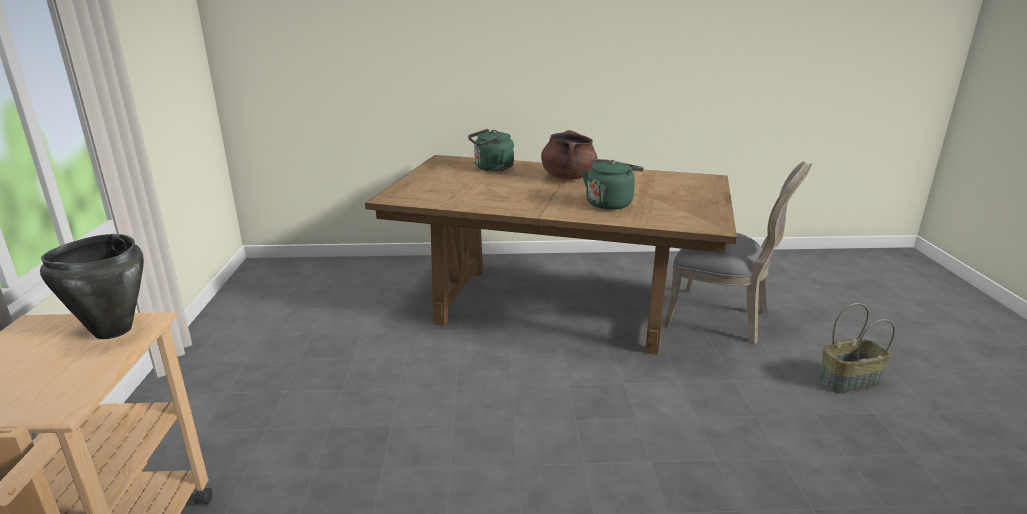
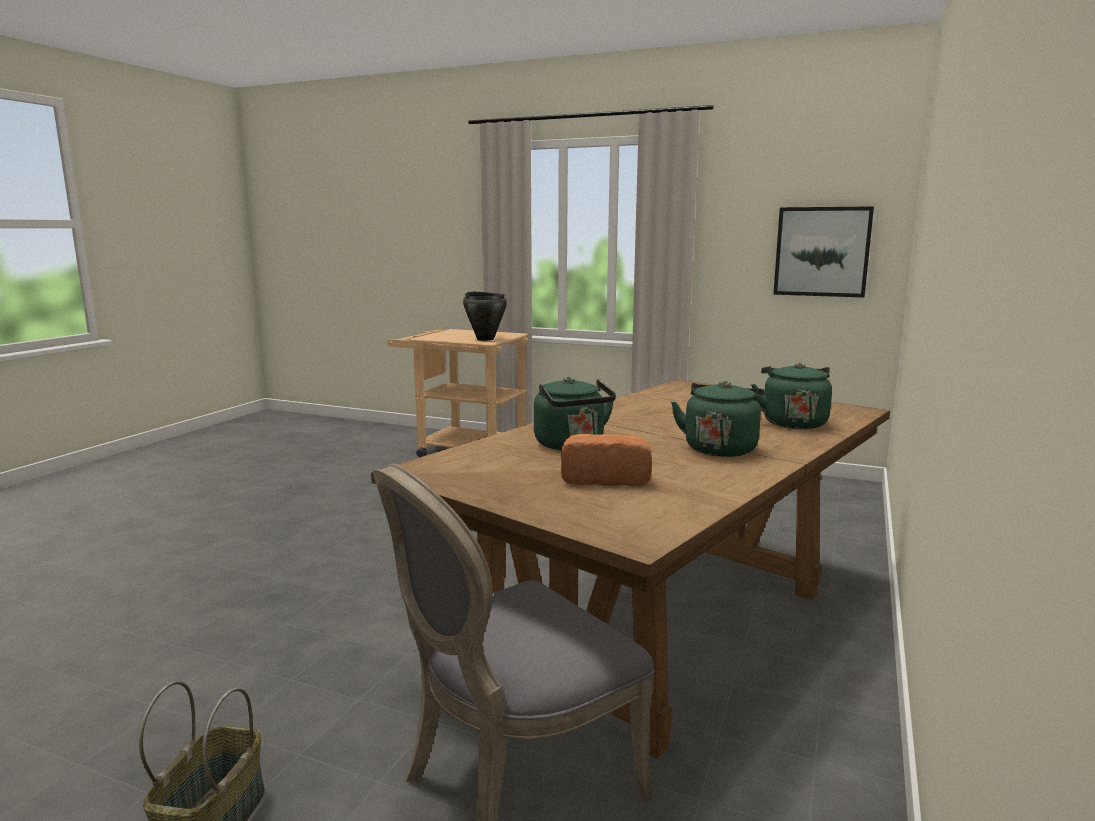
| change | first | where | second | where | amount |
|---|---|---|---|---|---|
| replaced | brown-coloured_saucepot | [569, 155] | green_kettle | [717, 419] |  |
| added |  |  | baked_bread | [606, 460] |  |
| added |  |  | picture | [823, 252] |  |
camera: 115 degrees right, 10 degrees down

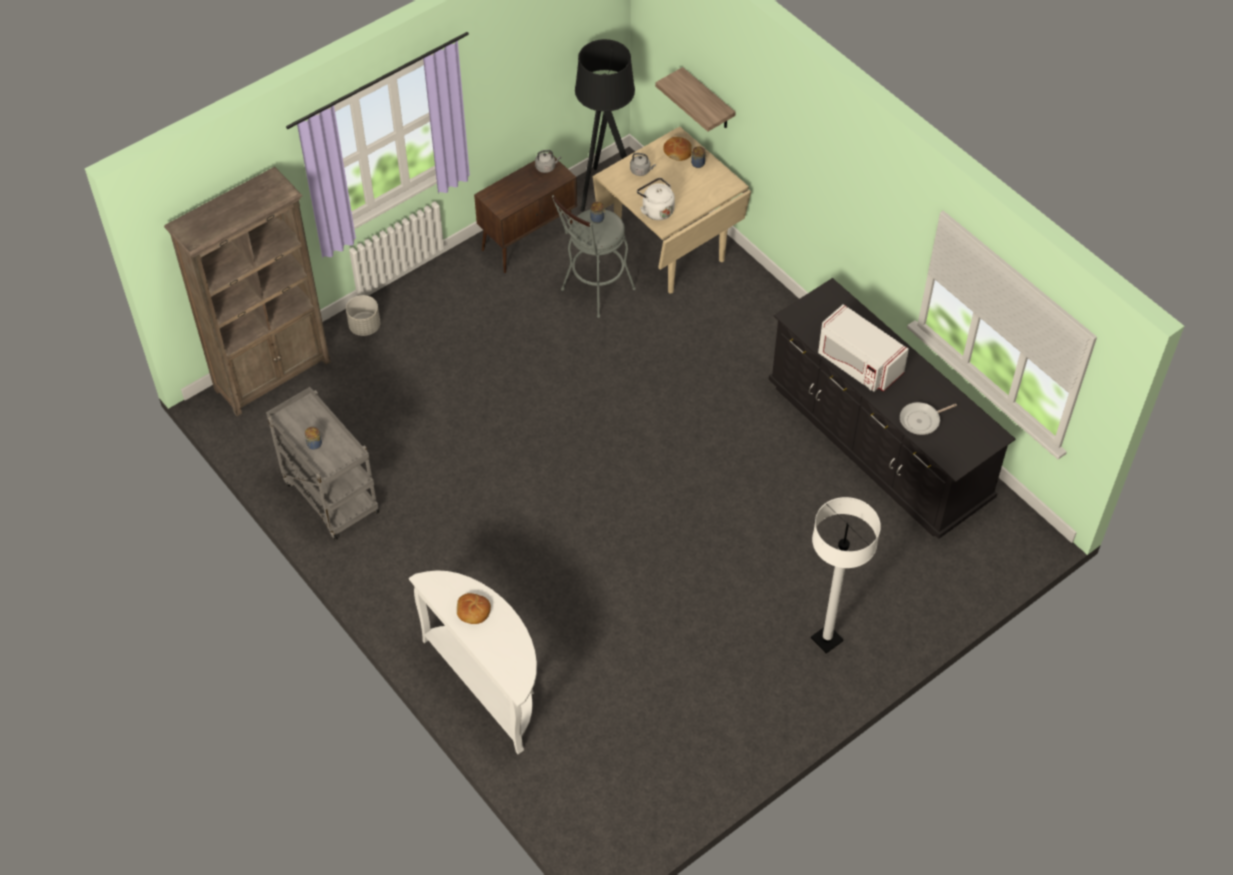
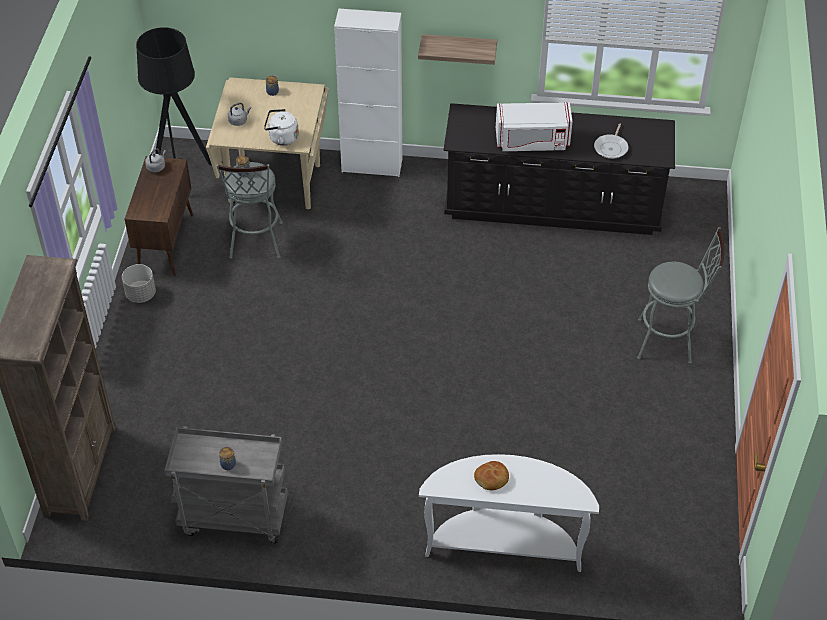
| change | first | where | second | where | amount |
|---|---|---|---|---|---|
| moved | greyish_planter | [363, 315] |  | [139, 283] |  |
| moved | wall_shelf | [695, 99] |  | [457, 49] |  |
| removed | baked_bread | [677, 149] |  |  |  |
| replaced | whitish_floor_lamp | [846, 575] | greyish_stool | [681, 295] |  |
| added |  |  | whitish_cabinet | [368, 92] |  |
camera: 45 degrees left, 5 degrees down

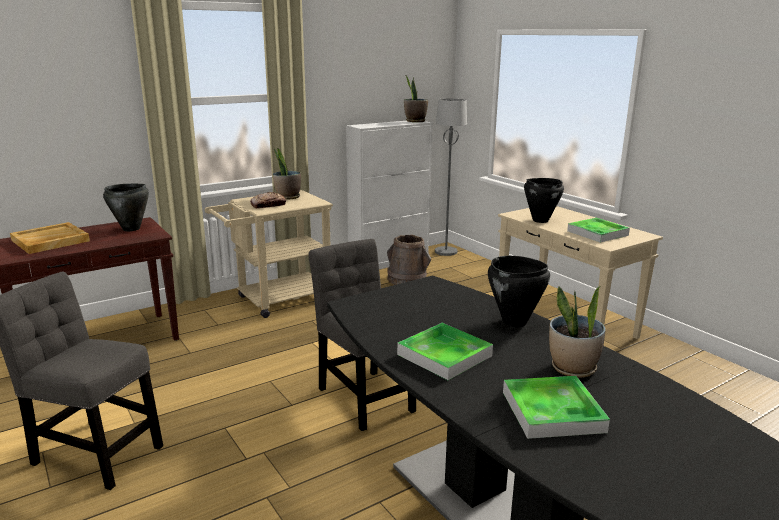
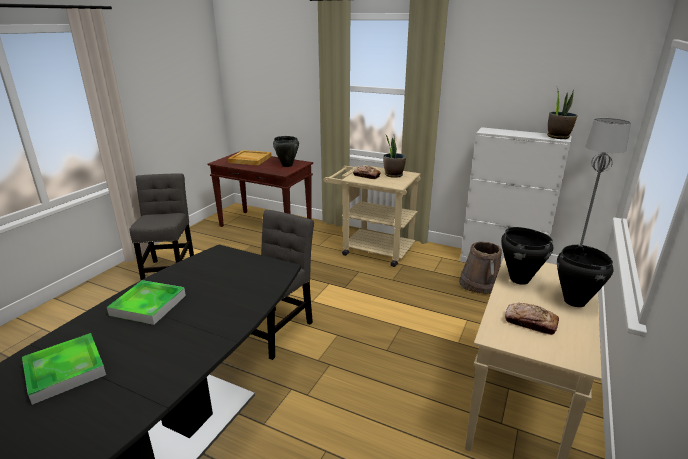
| change | first | where | second | where | amount |
|---|---|---|---|---|---|
| moved | black_saucepot | [519, 291] |  | [585, 276] |  |
| removed | plant_in_a_pot | [577, 332] |  |  |  |
| replaced | serving_tray | [598, 230] | baked_bread | [532, 319] |  |
camera: 60 degrees right, 5 degrees up

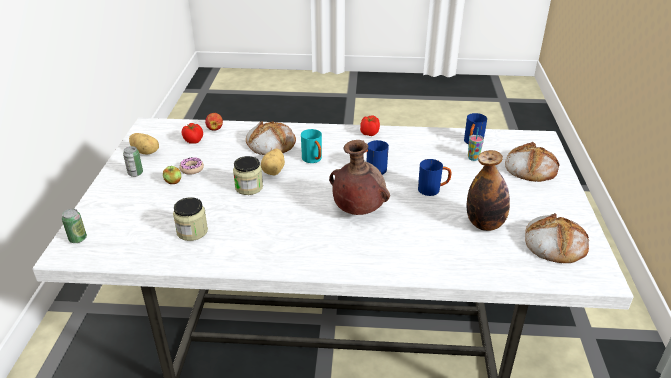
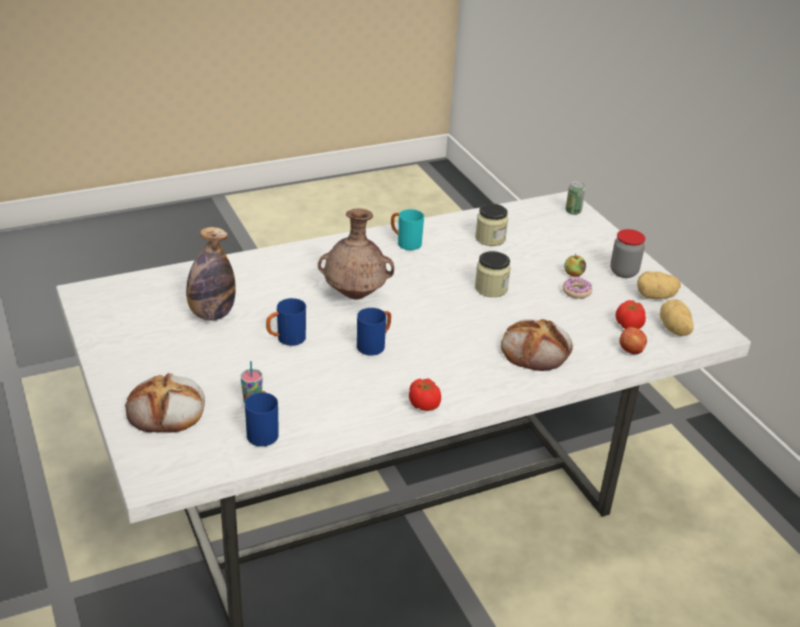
| change | first | where | second | where | amount |
|---|---|---|---|---|---|
| replaced | can | [133, 161] | preserve_jar | [627, 253] |  |
| moved | potato | [273, 162] |  | [677, 318] |  |
| moved | turquoise-coloured_tea_mug | [311, 146] |  | [407, 229] |  |
| removed | baked_bread | [557, 238] |  |  |  |
camera: 150 degrees right, 0 degrees up

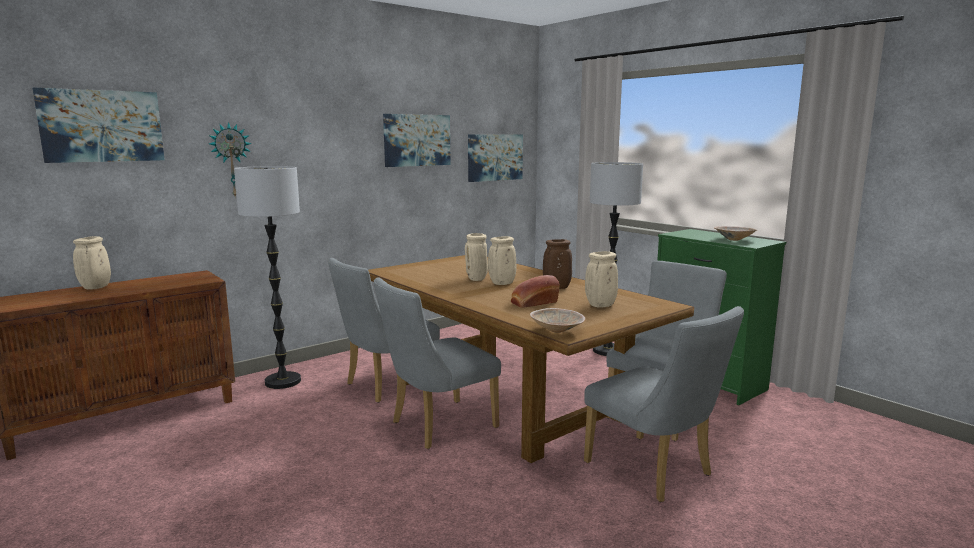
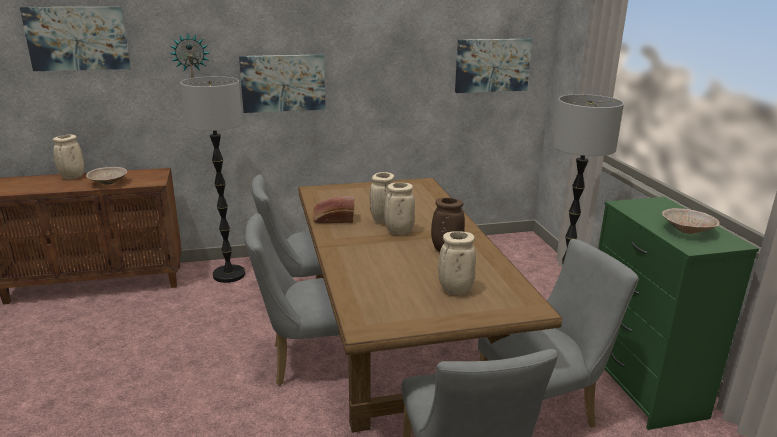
| change | first | where | second | where | amount |
|---|---|---|---|---|---|
| moved | picture | [417, 140] |  | [282, 83] |  |
| moved | baked_bread | [535, 291] |  | [333, 209] |  |
| moved | sand-coloured_serving_bowl | [557, 320] |  | [106, 176] |  |
camera: 25 degrees right, 10 degrees up

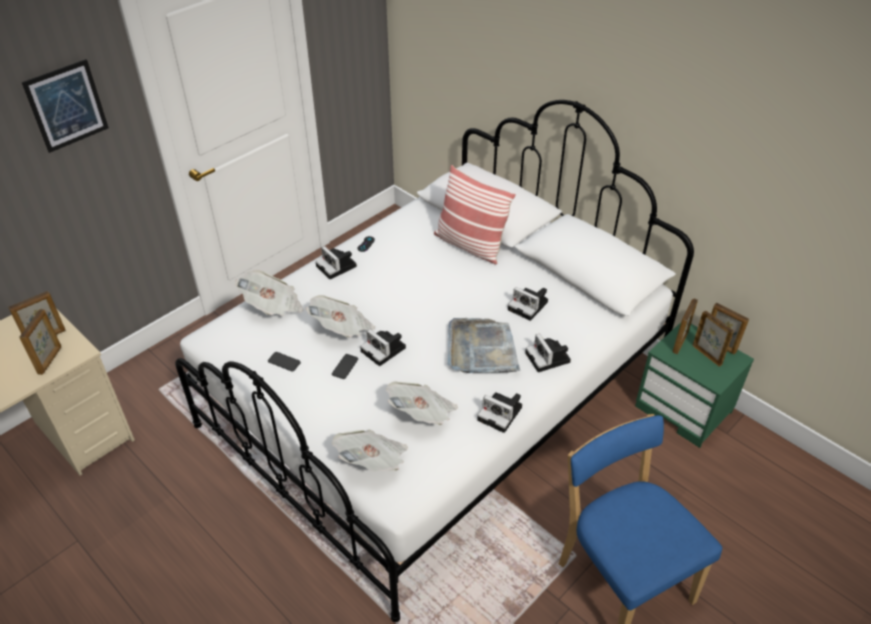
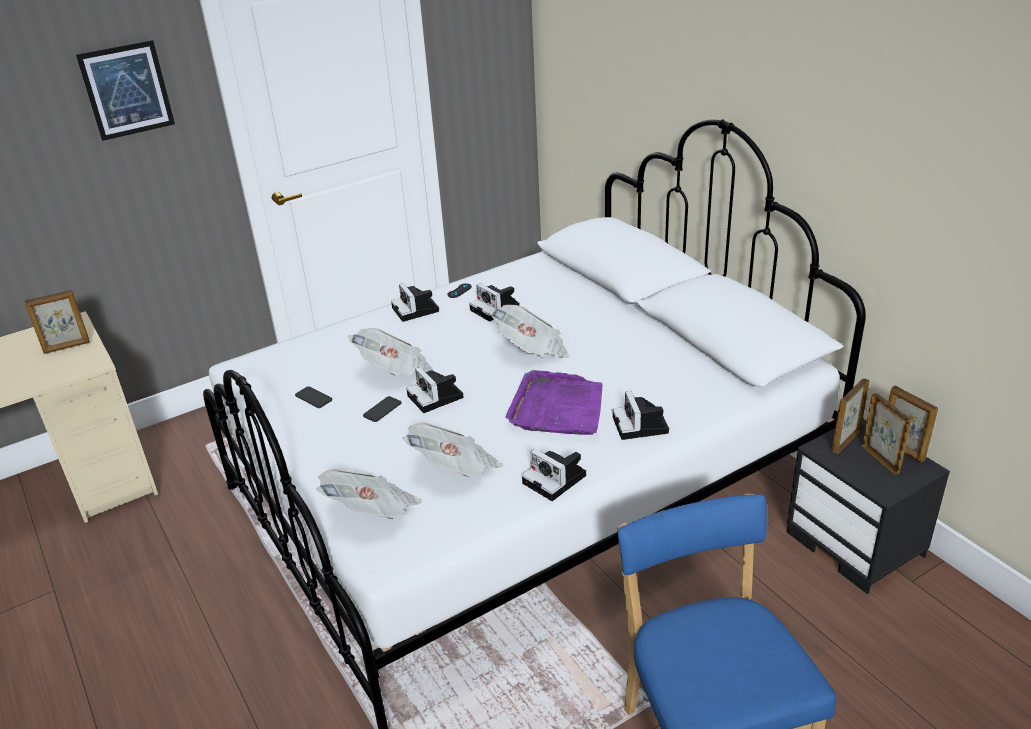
| change | first | where | second | where | amount |
|---|---|---|---|---|---|
| removed | standing_frame | [40, 342] |  |  |  |
| moved | printed_paper | [269, 293] |  | [530, 331] |  |
| removed | pillow | [474, 214] |  |  |  |
| recoloured | greyish_serving_tray | [484, 345] | purplish_serving_tray | [553, 402] |  |
| moved | still_camera | [528, 304] |  | [494, 302] |  |
| recoloured | green_bedside_table | [694, 385] | black_bedside_table | [868, 506] |  |
camera: 15 degrees right, 10 degrees down

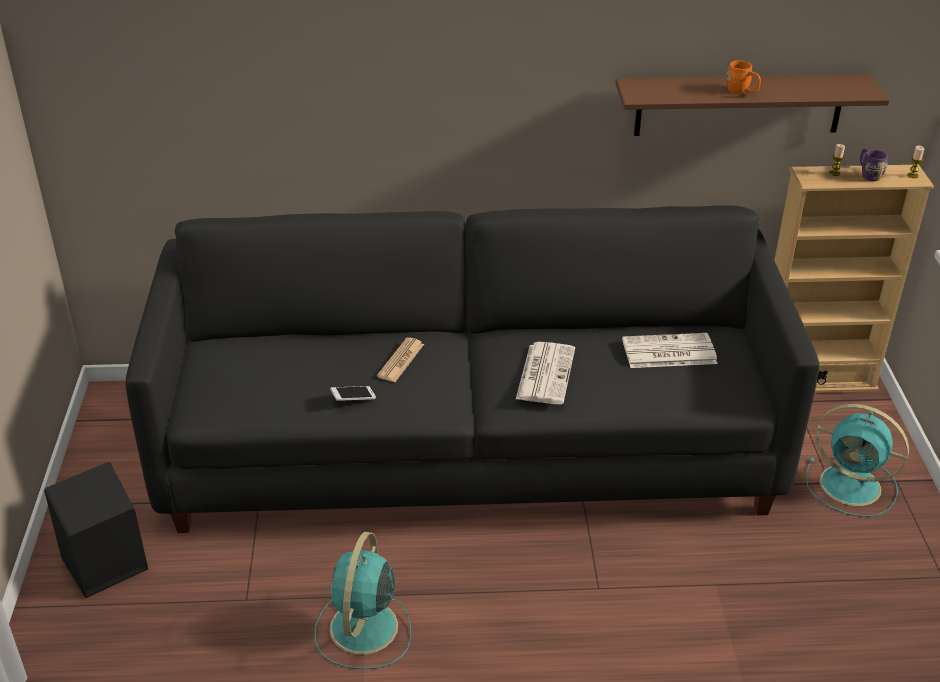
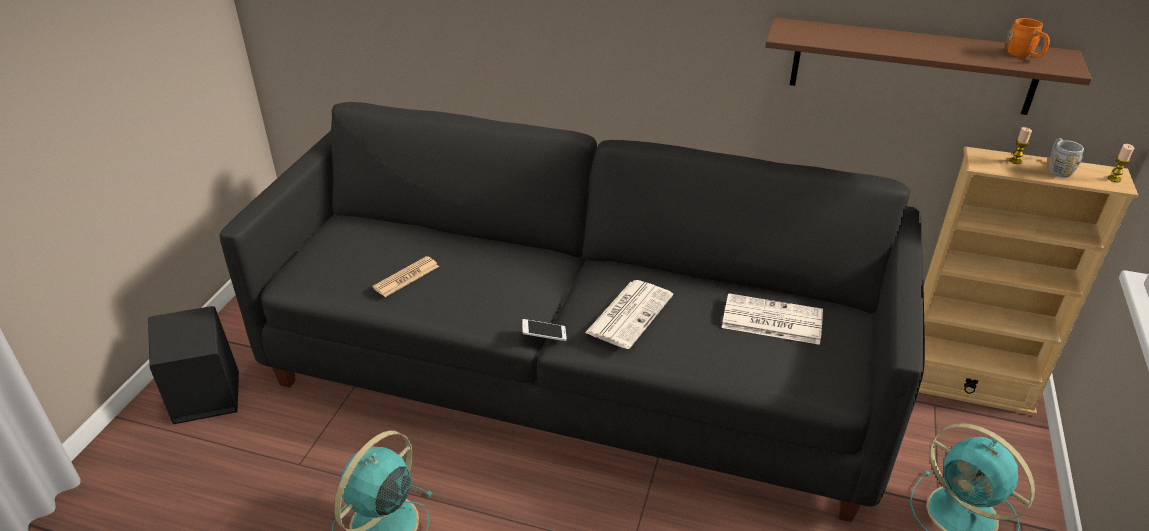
| change | first | where | second | where | amount |
|---|---|---|---|---|---|
| moved | telephone | [353, 393] |  | [544, 330] |  |
| moved | printed_paper | [400, 359] |  | [405, 276] |  |
| moved | orange-coloured_tea_mug | [744, 77] |  | [1028, 37] |  |
| recoloured | purplish_tea_mug | [874, 164] | greyish_tea_mug | [1066, 157] |  |
camera: 20 degrees right, 0 degrees up

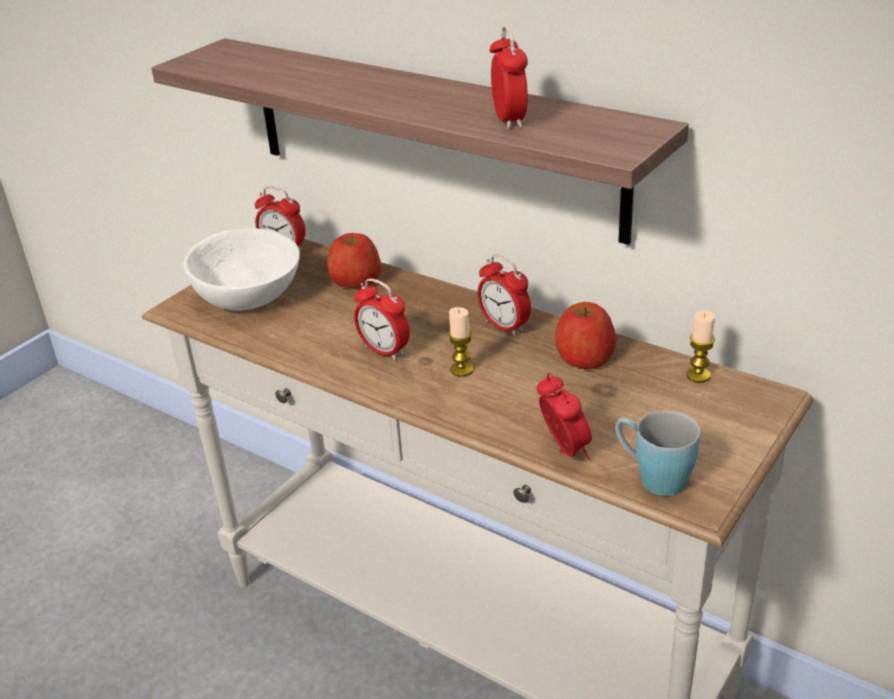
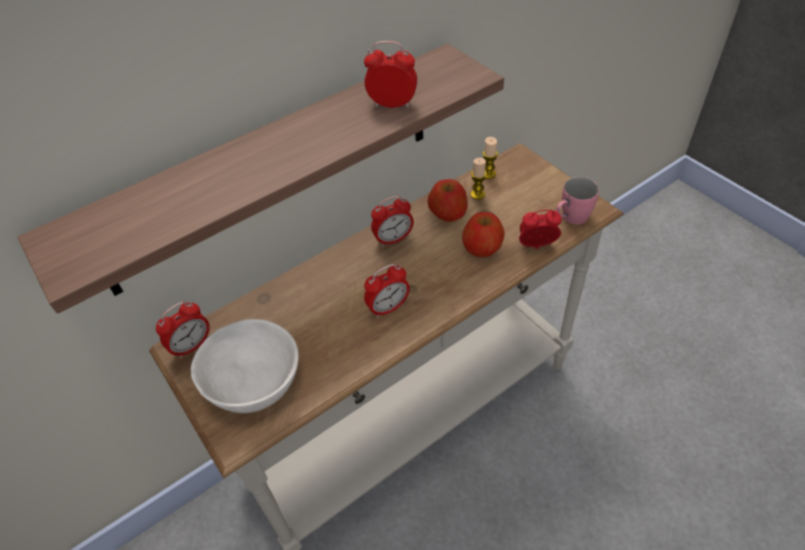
| change | first | where | second | where | amount |
|---|---|---|---|---|---|
| moved | whole_apple | [354, 260] |  | [483, 235] |  |
| moved | wax_candle | [461, 342] |  | [479, 179] |  |
| recoloured | blue_tea_mug | [657, 453] | pink-coloured_tea_mug | [577, 201] |  |
camera: 70 degrees left, 15 degrees up

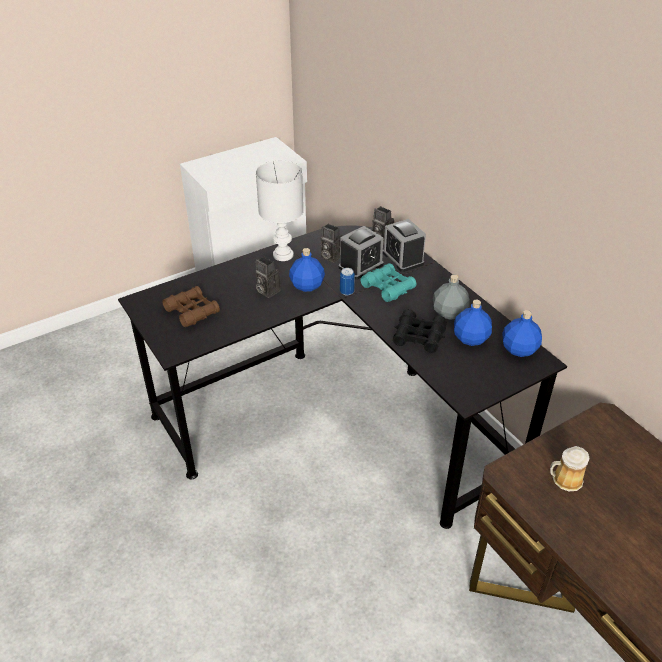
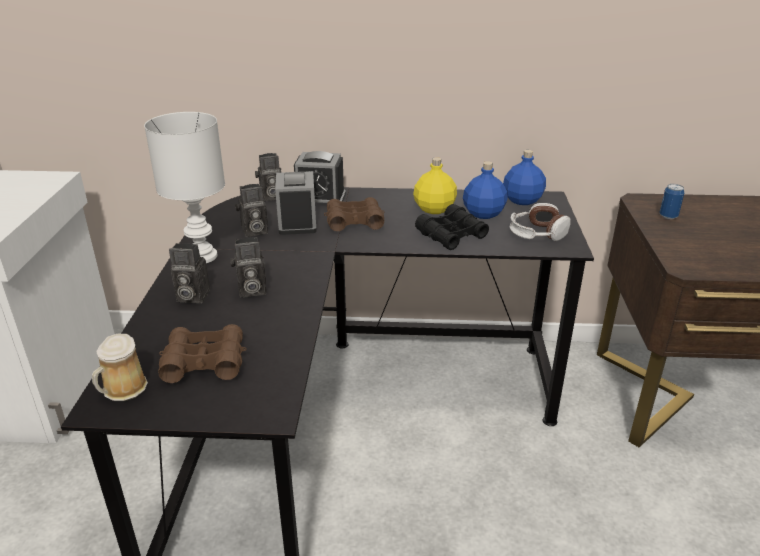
| change | first | where | second | where | amount |
|---|---|---|---|---|---|
| removed | blue_beverage_bottle | [307, 270] |  |  |  |
| moved | can | [347, 281] |  | [672, 201] |  |
| recoloured | turquoise-coloured_binoculars | [389, 282] | brown-coloured_binoculars | [354, 214] |  |
| recoloured | greyish_beverage_bottle | [451, 297] | yellowish_beverage_bottle | [435, 185] |  |
| moved | tea_mug | [570, 468] |  | [120, 367] |  |
| added |  |  | still_camera | [189, 273] |  |
| added |  |  | pair_of_headphones | [540, 222] |  |
camera: 55 degrees left, 10 degrees down

